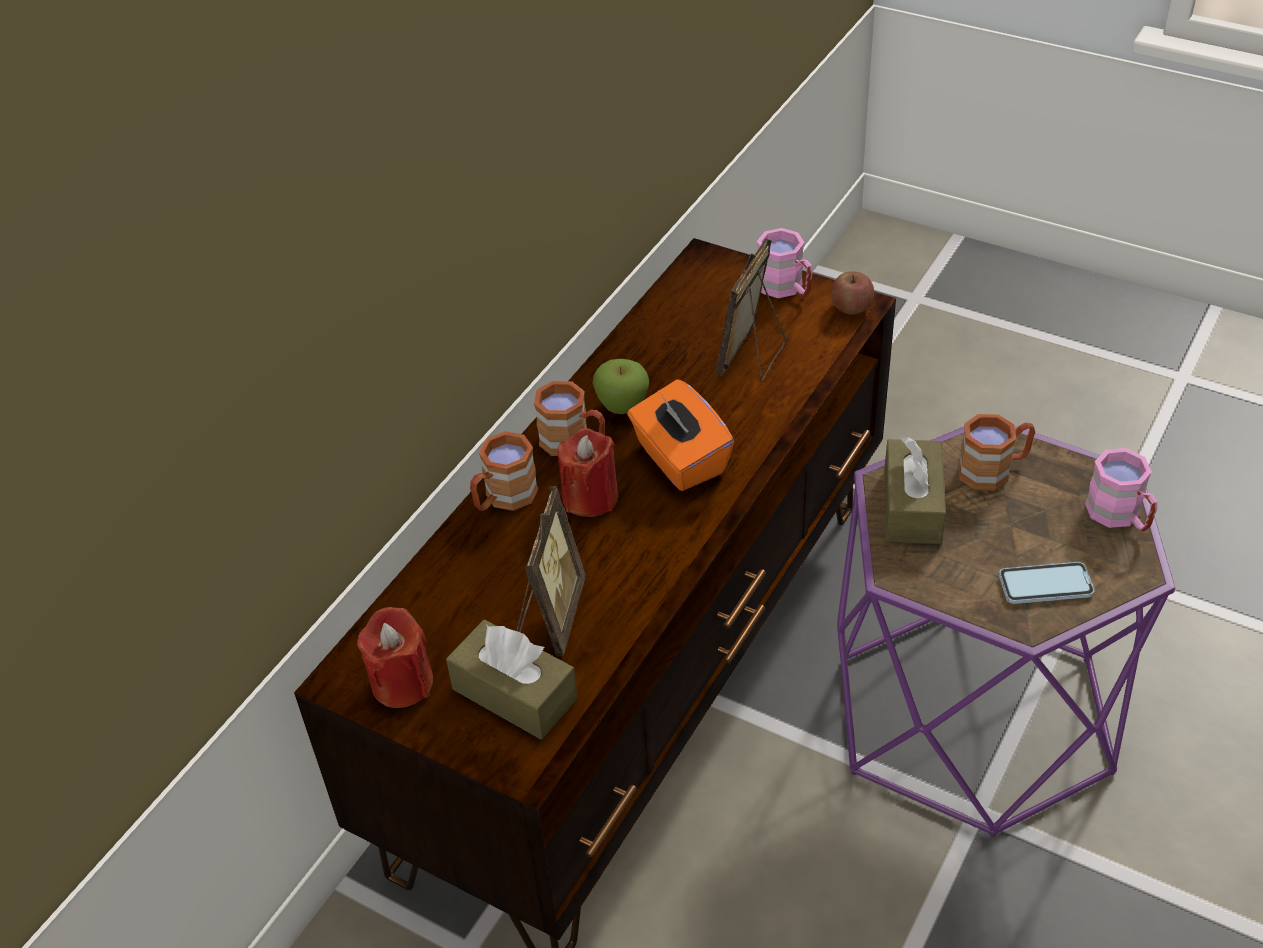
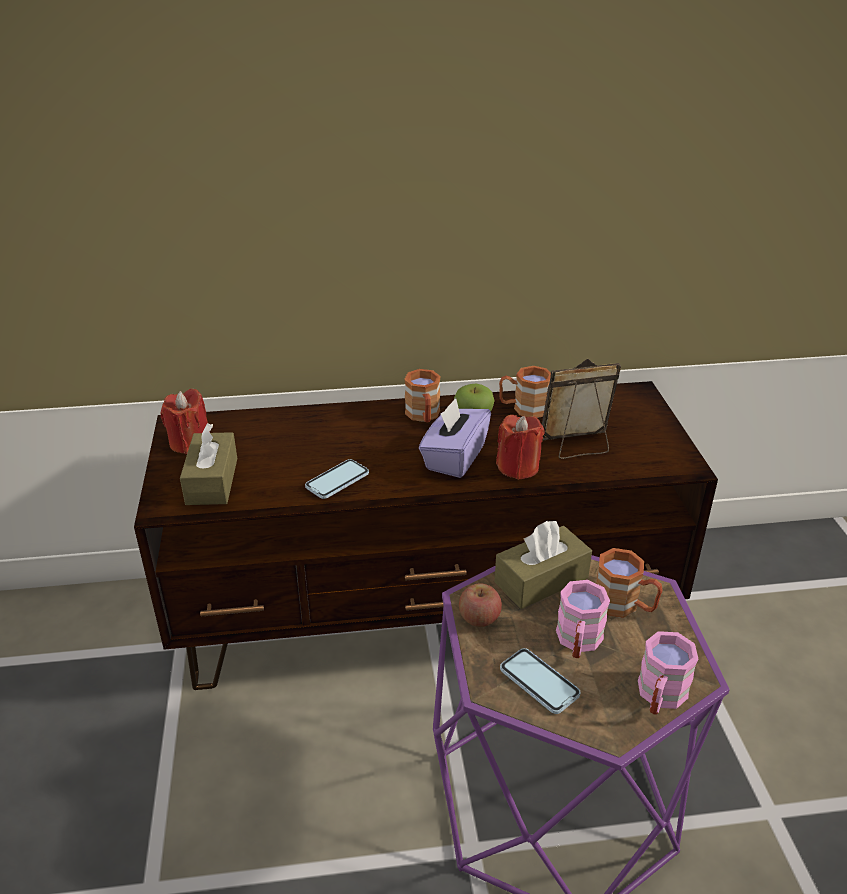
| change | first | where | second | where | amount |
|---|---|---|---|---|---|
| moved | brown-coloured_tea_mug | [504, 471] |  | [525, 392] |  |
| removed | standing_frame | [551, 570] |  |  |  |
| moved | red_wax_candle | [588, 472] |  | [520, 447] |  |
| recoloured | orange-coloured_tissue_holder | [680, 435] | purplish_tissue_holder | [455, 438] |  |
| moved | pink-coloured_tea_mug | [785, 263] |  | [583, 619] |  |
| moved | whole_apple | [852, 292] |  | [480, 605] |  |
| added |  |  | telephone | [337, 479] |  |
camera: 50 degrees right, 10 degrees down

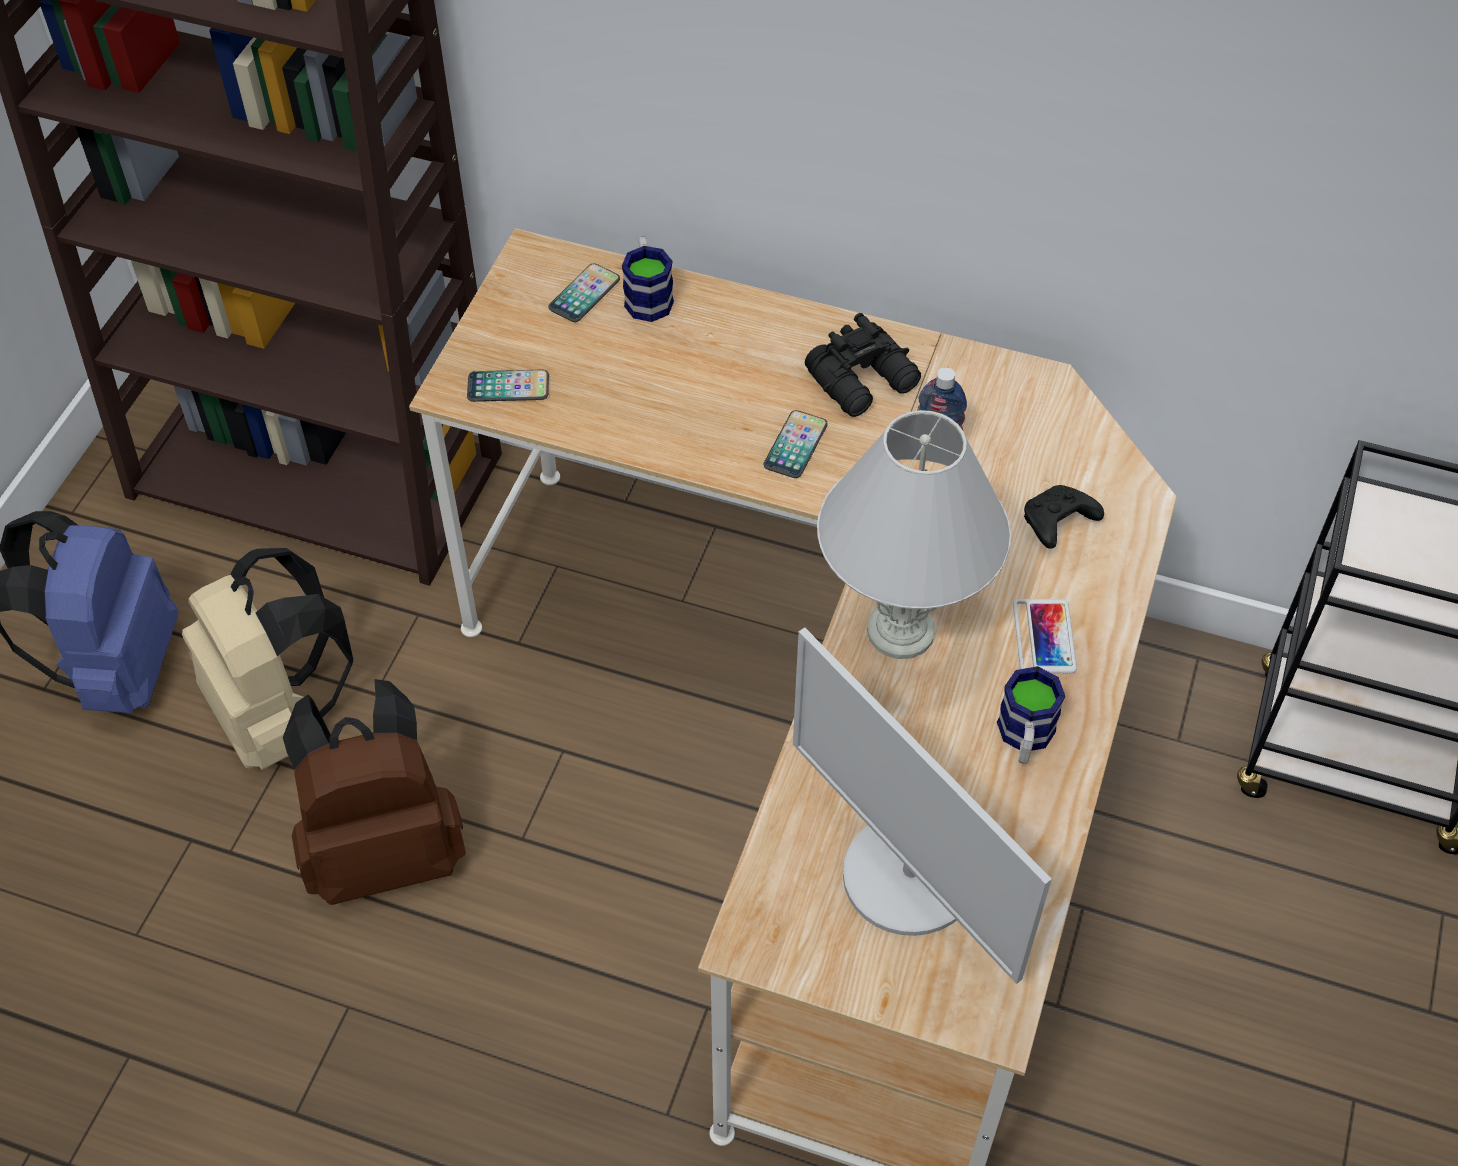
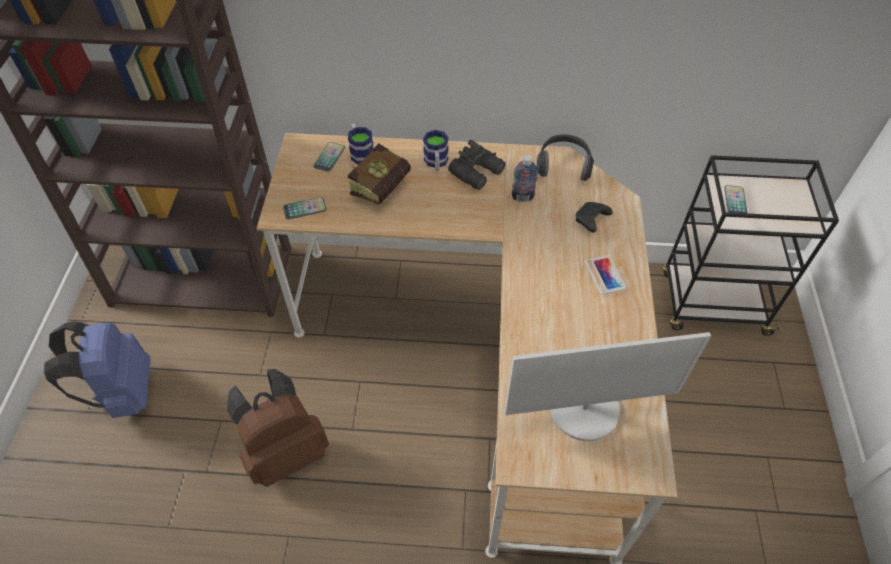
| change | first | where | second | where | amount |
|---|---|---|---|---|---|
| removed | sand-coloured_rucksack | [267, 659] |  |  |  |
| moved | telephone | [795, 444] |  | [735, 199] |  |
| turned | computer_screen | [922, 805] |  | [608, 386] | 45 degrees counterclockwise |
| removed | whitish_table_lamp | [914, 534] |  |  |  |
| moved | tea_mug | [1031, 715] |  | [436, 150] |  |
| added |  |  | volume | [379, 173] |  |
| added |  |  | pair_of_headphones | [565, 157] |  |
camera: 15 degrees left, 0 degrees up

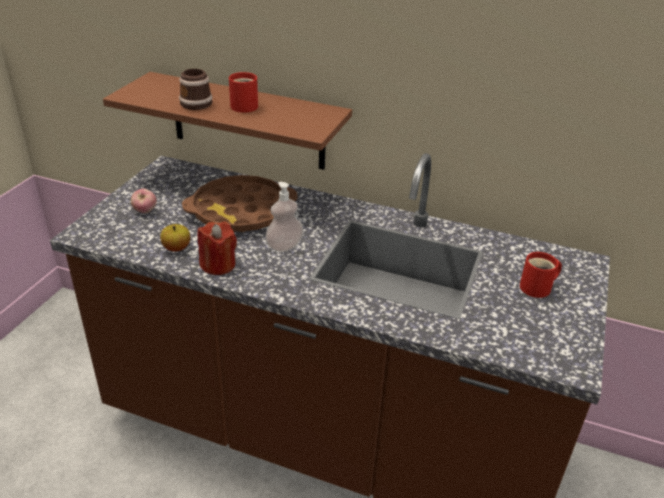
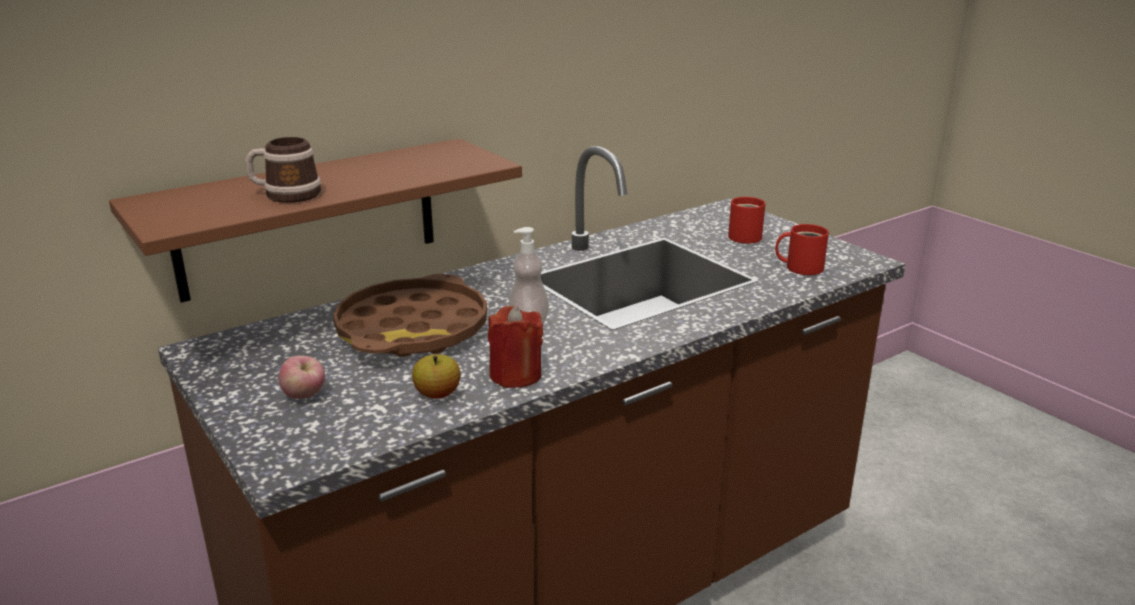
| change | first | where | second | where | amount |
|---|---|---|---|---|---|
| moved | red_tea_mug | [243, 92] |  | [802, 249] |  |
camera: 55 degrees left, 10 degrees down

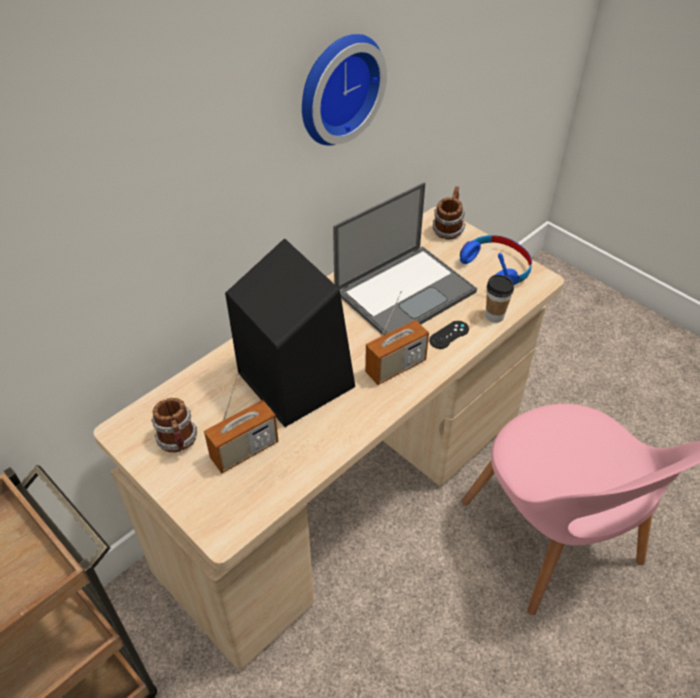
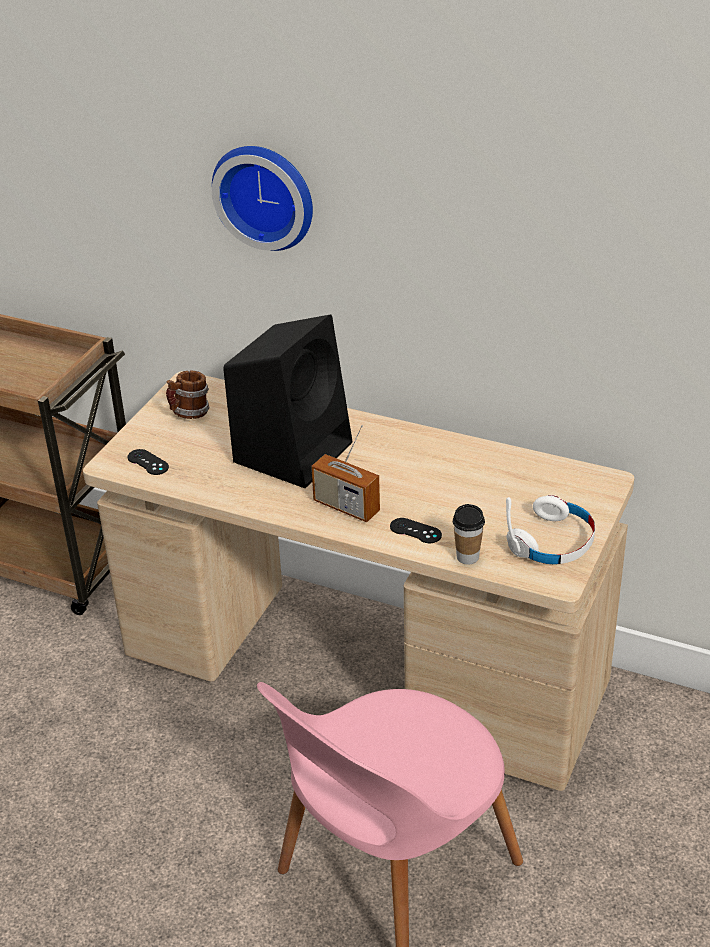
| change | first | where | second | where | amount |
|---|---|---|---|---|---|
| removed | radio | [241, 423] |  |  |  |
| moved | clock_on_the_wall | [344, 90] |  | [262, 198] |  |
| removed | portable_computer | [405, 258] |  |  |  |
| removed | tea_mug | [449, 213] |  |  |  |
| recoloured | blue_pair_of_headphones | [496, 260] | whitish_pair_of_headphones | [550, 529] |  |
| added |  |  | black_gamepad | [148, 462] |  |
camera: 70 degrees right, 10 degrees down

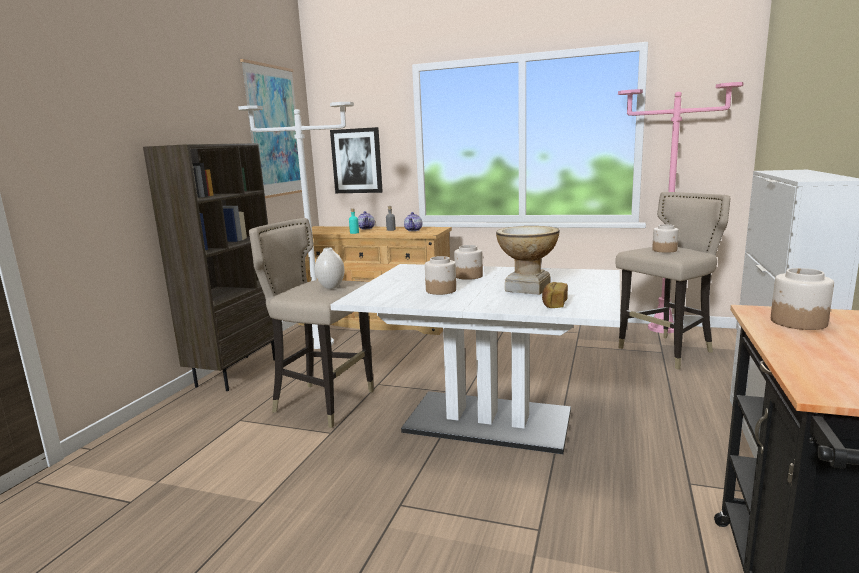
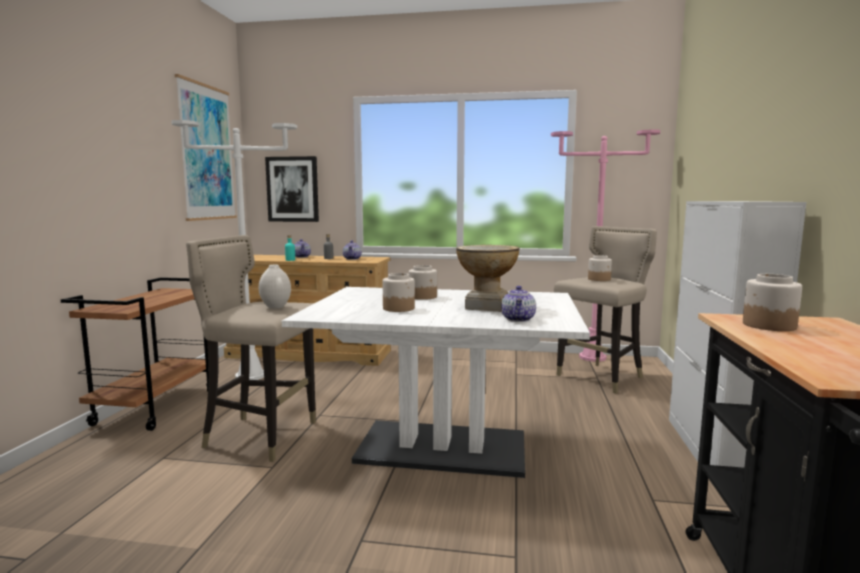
| change | first | where | second | where | amount |
|---|---|---|---|---|---|
| replaced | brown-coloured_bookcase | [209, 267] | brown-coloured_trolley | [134, 354] |  |
| replaced | baked_bread | [555, 295] | tea_pot | [518, 304] |  |
camera: 10 degrees left, 5 degrees down

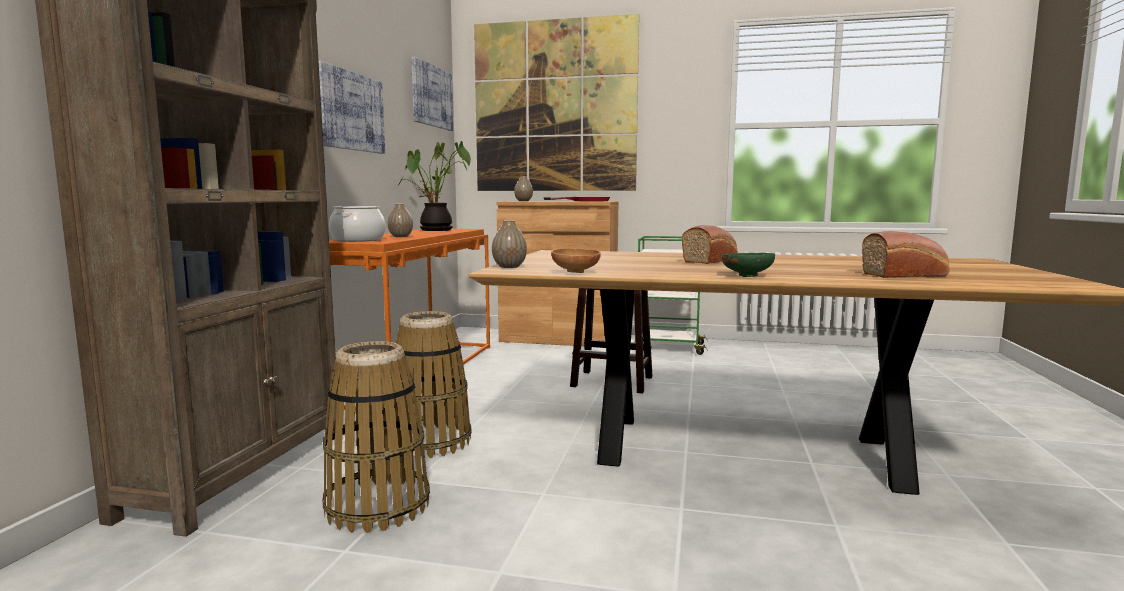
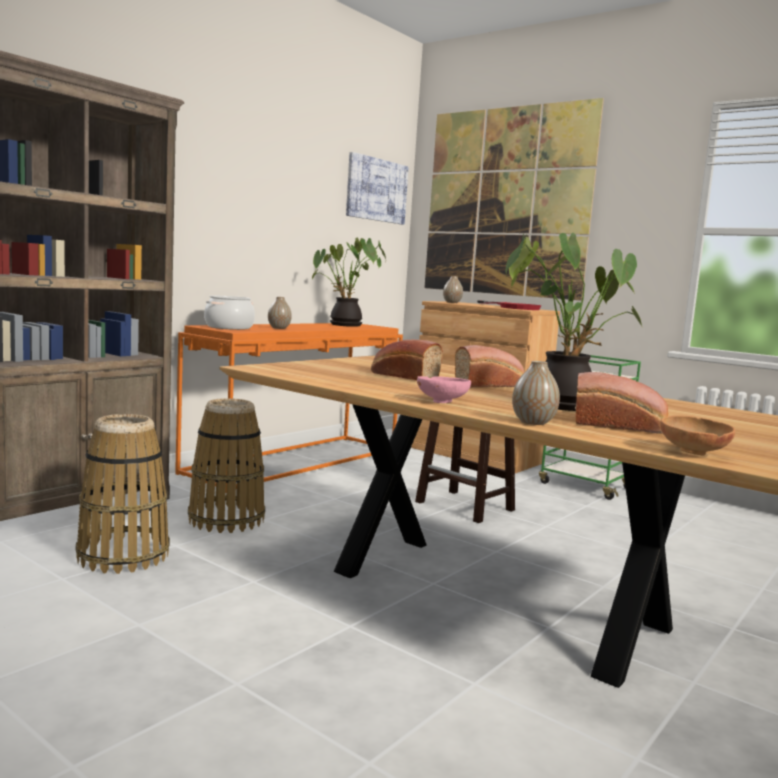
| change | first | where | second | where | amount |
|---|---|---|---|---|---|
| removed | picture | [352, 107] |  |  |  |
| moved | decorative_vase | [509, 244] |  | [536, 393] |  |
| moved | brown-coloured_serving_bowl | [576, 260] |  | [697, 435] |  |
| recoloured | green_serving_bowl | [748, 265] | pink-coloured_serving_bowl | [444, 389] |  |
| added |  |  | baked_bread | [407, 360] |  |
| added |  |  | plant_in_a_pot | [574, 322] |  |
camera: 25 degrees right, 0 degrees up

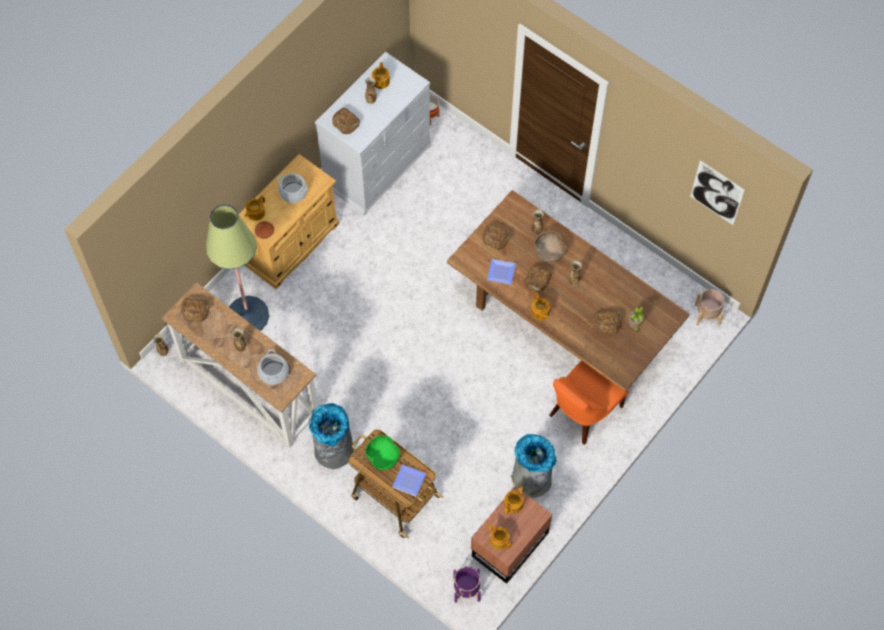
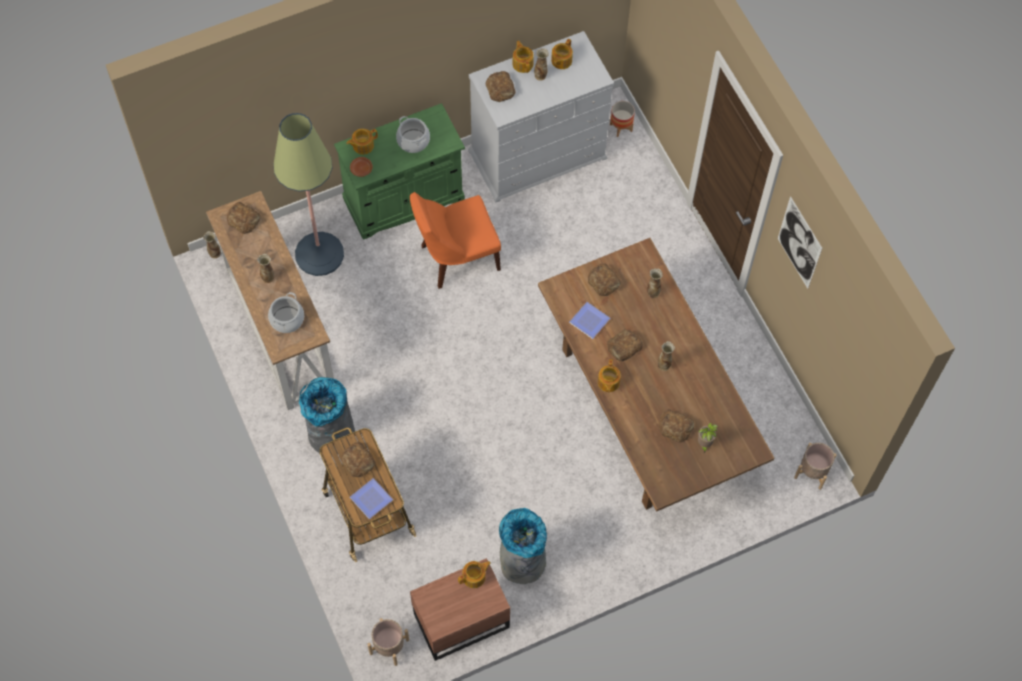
| change | first | where | second | where | amount |
|---|---|---|---|---|---|
| recoloured | sand-coloured_cabinet | [289, 221] | green_cabinet | [399, 171] |  |
| replaced | green_serving_bowl | [382, 452] | baked_bread | [358, 459] |  |
| recoloured | purplish_planter | [467, 584] | sand-coloured_planter | [388, 642] |  |
| moved | tea_pot | [499, 537] |  | [523, 57] |  |
| removed | brown-coloured_serving_bowl | [550, 247] |  |  |  |
| moved | orange-coloured_plain_chair | [589, 403] |  | [455, 240] |  |
| moved | picture | [717, 192] |  | [800, 242] |  |
camera: 25 degrees right, 0 degrees up

